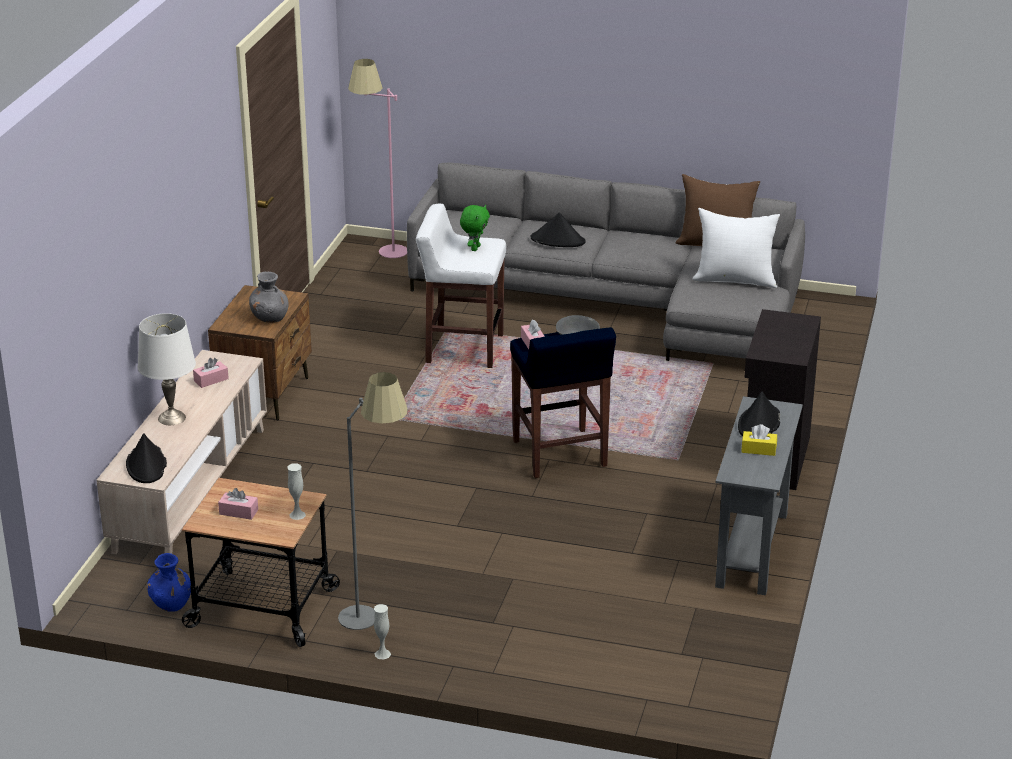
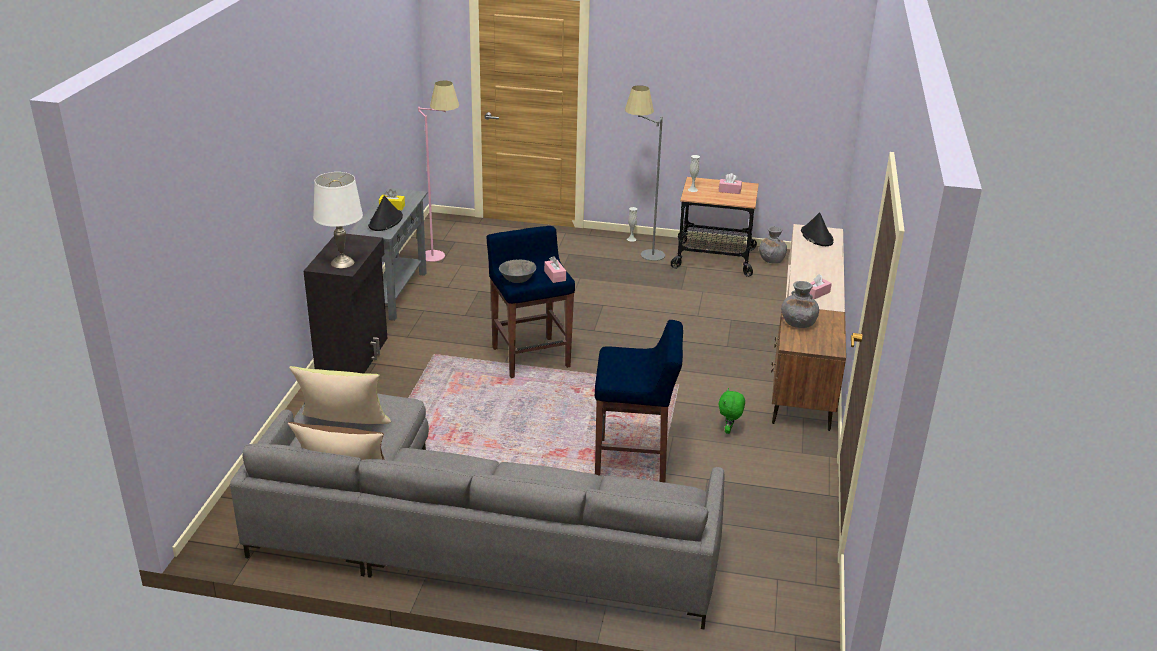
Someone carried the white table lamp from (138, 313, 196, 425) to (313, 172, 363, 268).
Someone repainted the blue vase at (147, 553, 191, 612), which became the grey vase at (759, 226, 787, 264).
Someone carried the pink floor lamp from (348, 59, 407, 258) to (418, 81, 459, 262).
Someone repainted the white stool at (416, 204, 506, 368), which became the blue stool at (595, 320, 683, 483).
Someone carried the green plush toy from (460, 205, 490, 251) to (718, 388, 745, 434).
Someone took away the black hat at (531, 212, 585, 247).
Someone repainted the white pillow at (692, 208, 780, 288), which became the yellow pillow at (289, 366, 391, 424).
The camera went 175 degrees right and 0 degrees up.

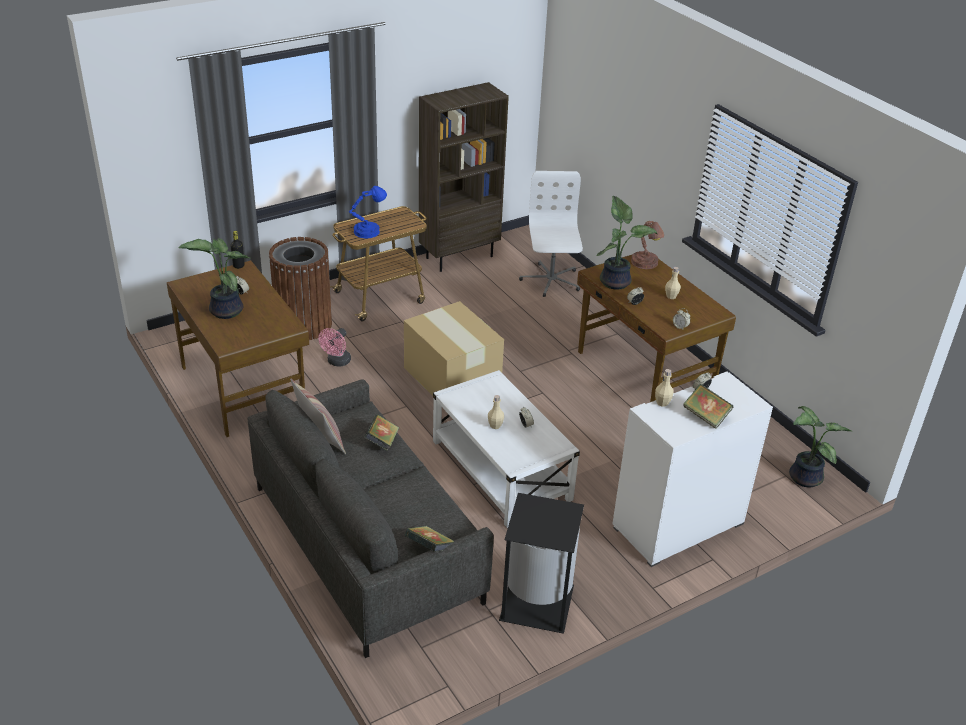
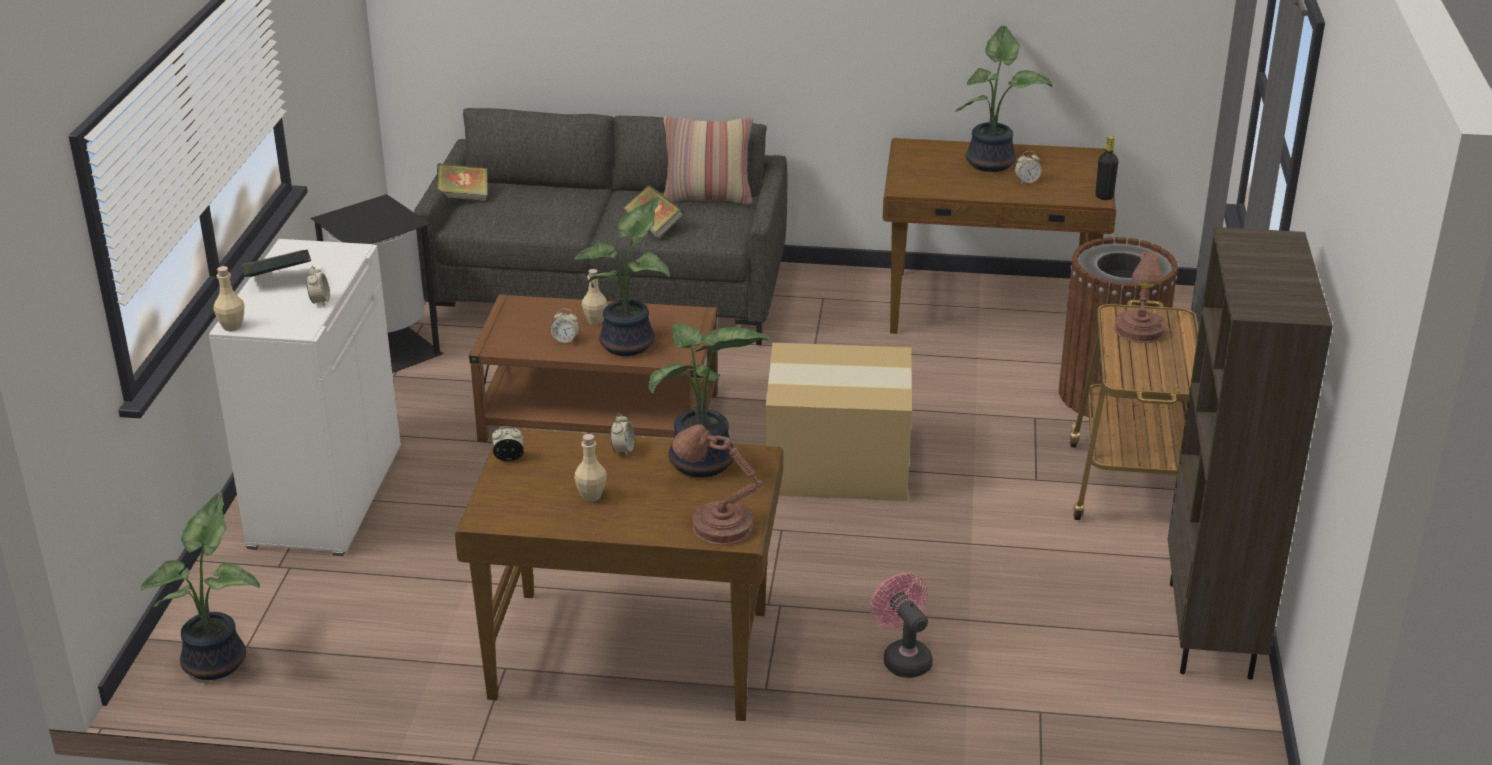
Someone carried the pink fan from (318, 328, 351, 367) to (870, 573, 933, 678).
Someone repainted the blue table lamp at (349, 186, 387, 239), which became the brown table lamp at (1114, 251, 1166, 343).
Someone repainted the white coffee table at (433, 370, 580, 528), which became the brown coffee table at (469, 294, 718, 442).
Someone took away the white office chair at (519, 171, 583, 297).
Someone carried the beige bottle from (655, 369, 674, 407) to (214, 266, 244, 331).
Someone put down the potted plant at (575, 197, 670, 356).
The camera went 130 degrees right and 5 degrees down.

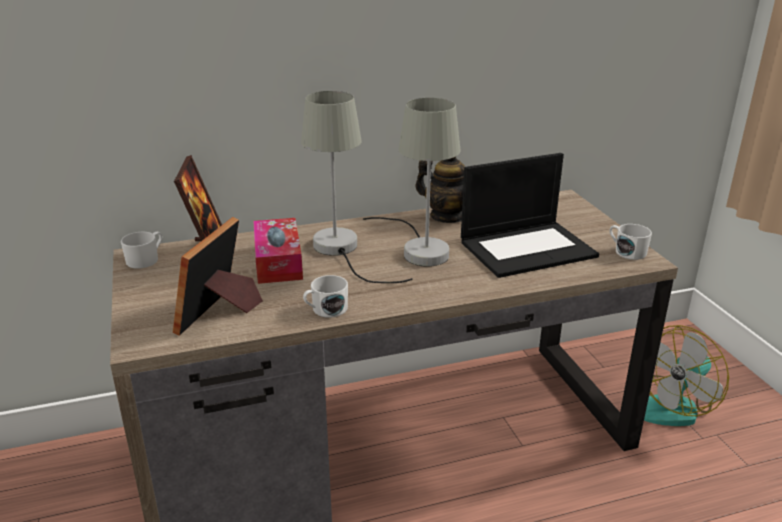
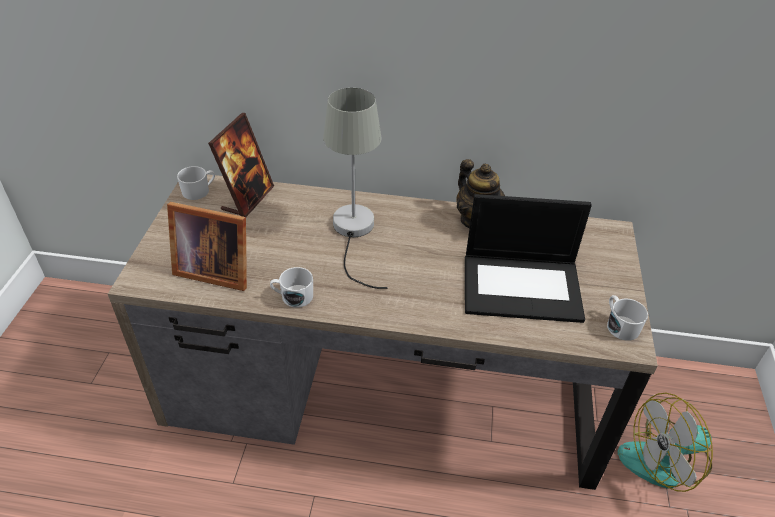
Someone rotated the picture frame at (173, 217, 263, 336) by 120 degrees counterclockwise.
Someone took away the tissue box at (253, 218, 303, 284).
Someone took away the grey table lamp at (363, 98, 460, 267).
The camera went 25 degrees right and 15 degrees up.

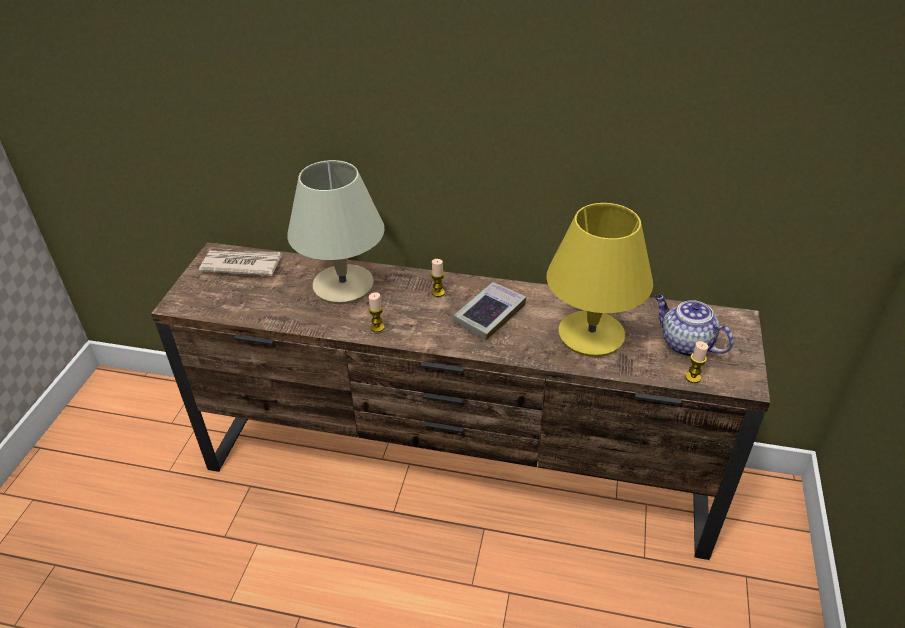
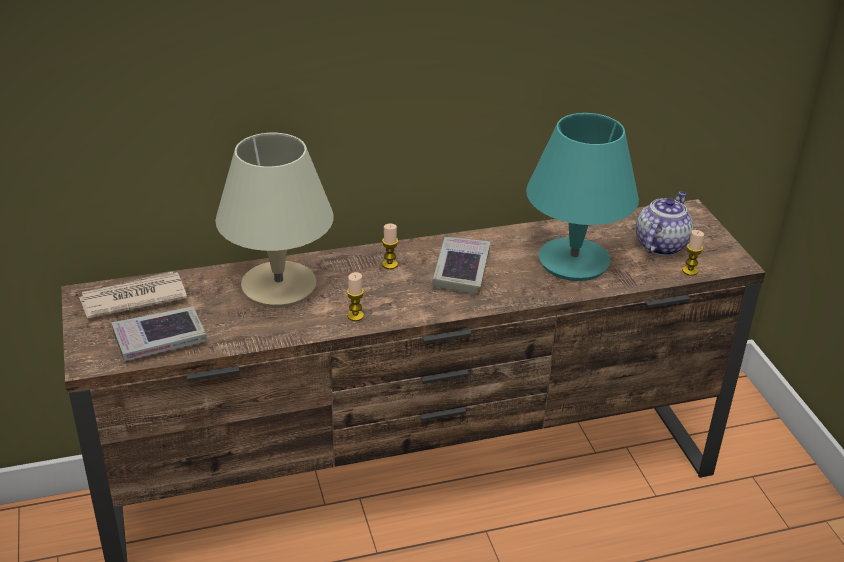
Someone repainted the yellow table lamp at (546, 203, 653, 357), which became the turquoise table lamp at (526, 113, 639, 281).
Someone rotated the teapot at (655, 295, 734, 357) by 105 degrees clockwise.
Someone put down the book at (111, 307, 207, 361).
The camera went 30 degrees left and 5 degrees down.

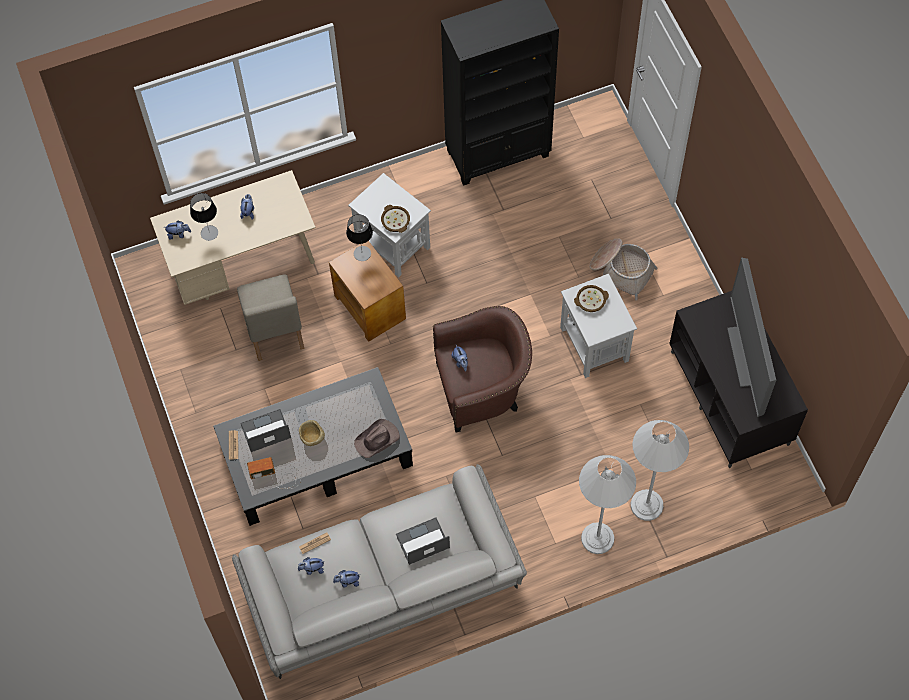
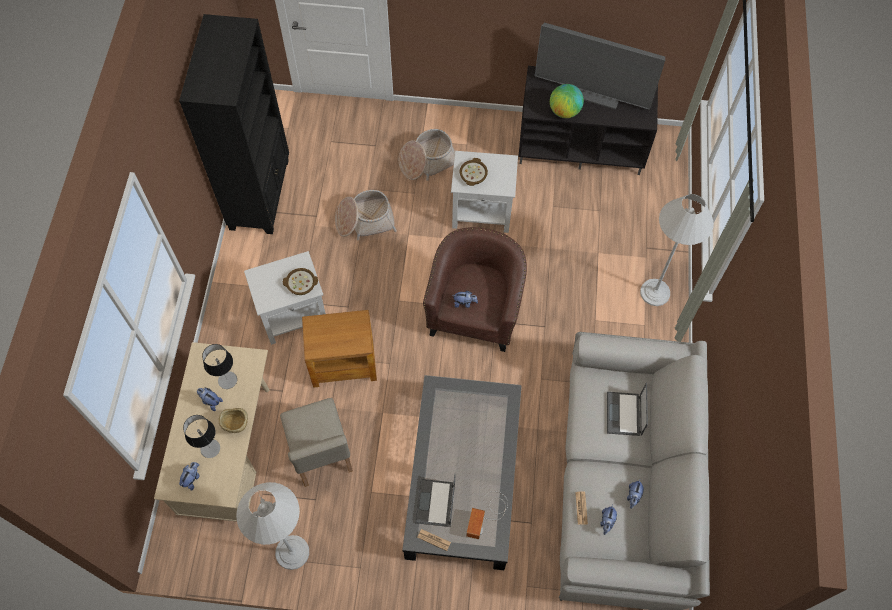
Someone rotated the beige chair at (237, 274, 304, 361) by 60 degrees clockwise.
Someone carried the beige bowl from (299, 420, 325, 446) to (219, 408, 248, 433).
Someone carried the table lamp from (346, 214, 373, 261) to (202, 344, 237, 389).
Someone took away the brown hat at (354, 419, 400, 458).
Someone carried the white floor lamp from (631, 420, 689, 521) to (236, 482, 309, 570).
Someone put down the basket at (335, 190, 397, 241).
Someone put down the globe at (550, 84, 584, 118).
The camera went 65 degrees left and 0 degrees up.

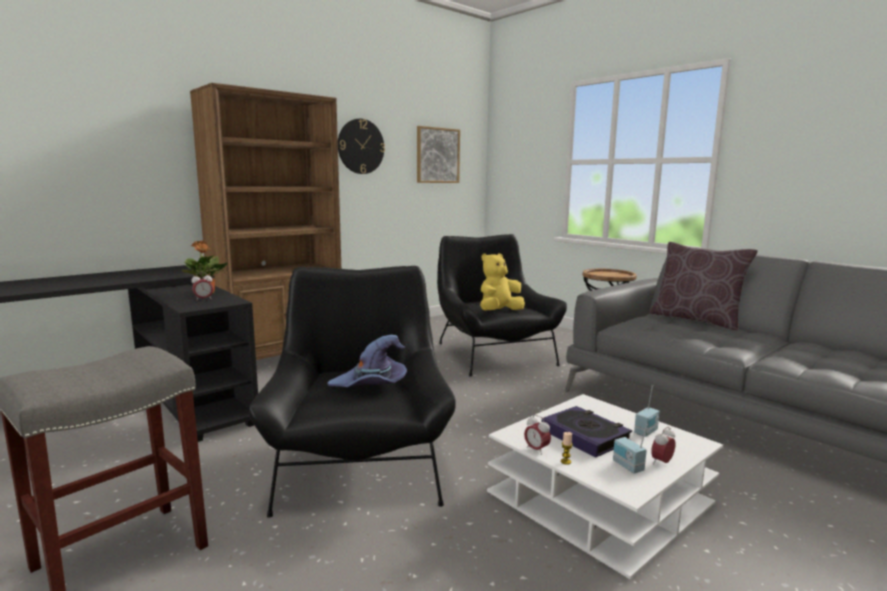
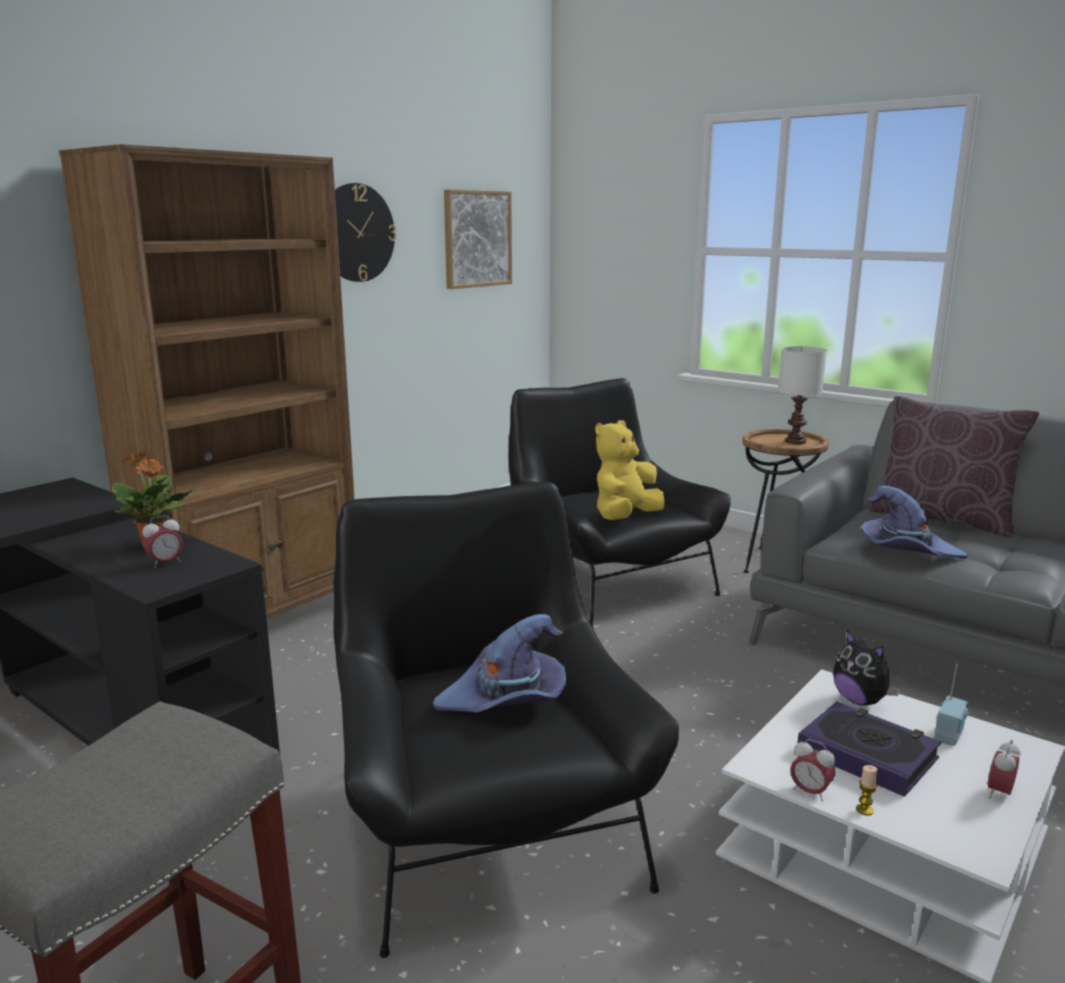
Someone took away the radio at (613, 424, 648, 474).
Someone put down the white table lamp at (778, 346, 827, 444).
Someone put down the plush toy at (833, 630, 900, 706).
Someone put down the purple hat at (861, 486, 968, 559).
The camera went 10 degrees left and 5 degrees up.

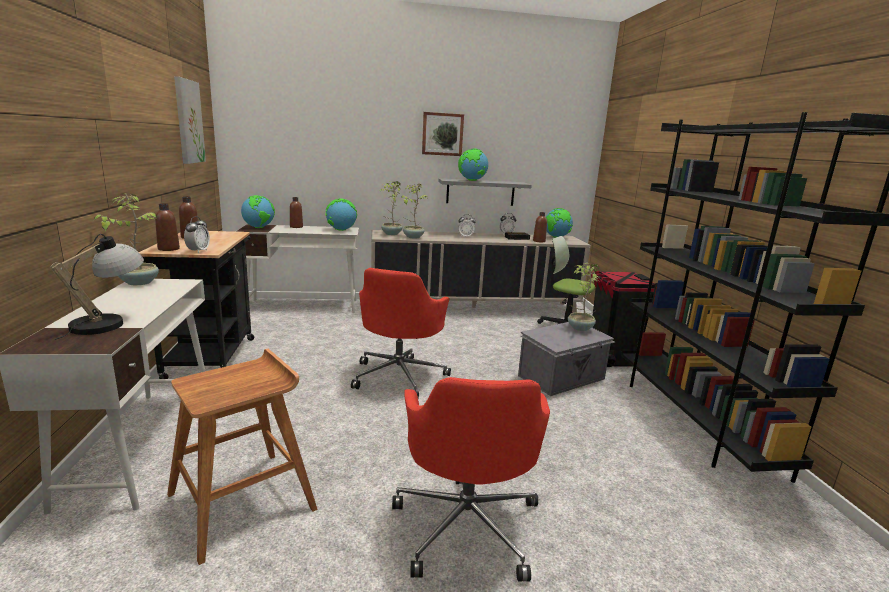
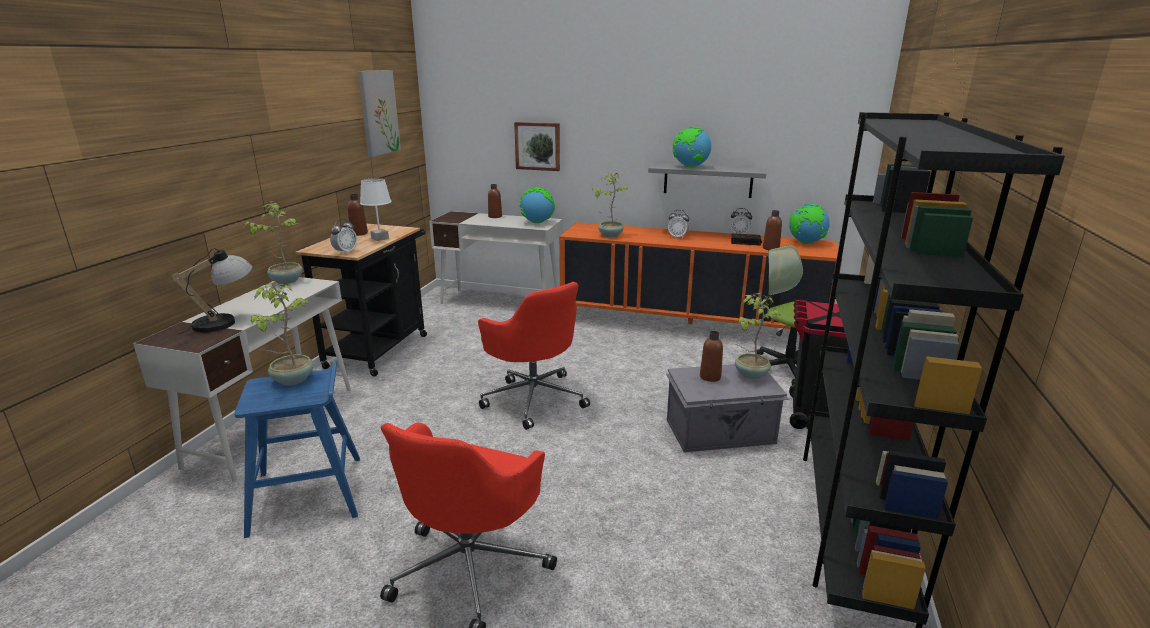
Someone carried the brown bottle from (155, 203, 180, 251) to (700, 331, 723, 382).
Someone repainted the brown stool at (167, 349, 318, 565), which became the blue stool at (234, 361, 360, 538).
Someone took away the globe at (241, 195, 275, 228).
Someone rotated the red office chair at (351, 268, 451, 398) by 75 degrees counterclockwise.
Someone repainted the beige cabinet at (371, 230, 591, 313), which became the orange cabinet at (559, 222, 842, 329).
Someone carried the potted plant from (381, 181, 402, 235) to (251, 282, 314, 386).
Someone carried the picture from (422, 112, 464, 156) to (514, 122, 560, 171).
Someone put down the white table lamp at (360, 178, 391, 241).
The camera went 25 degrees right and 5 degrees up.

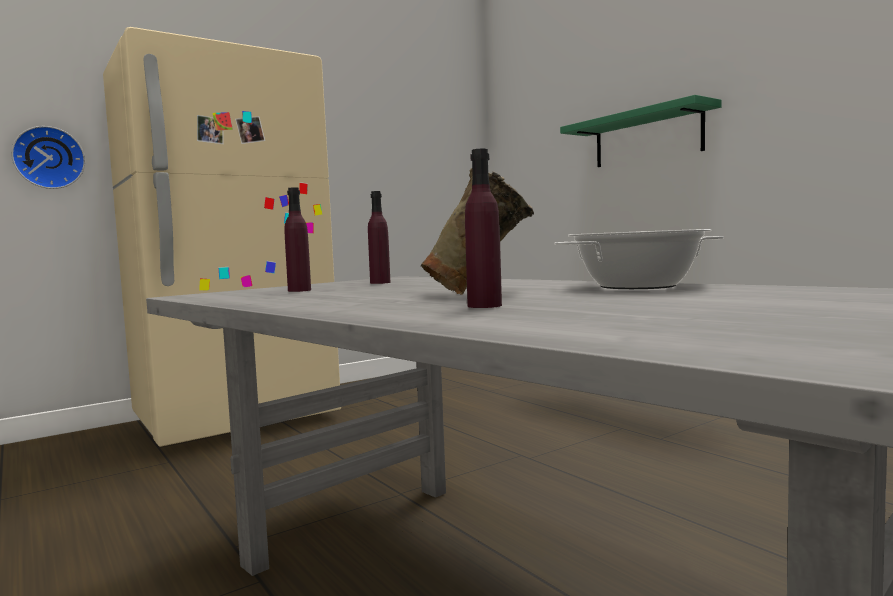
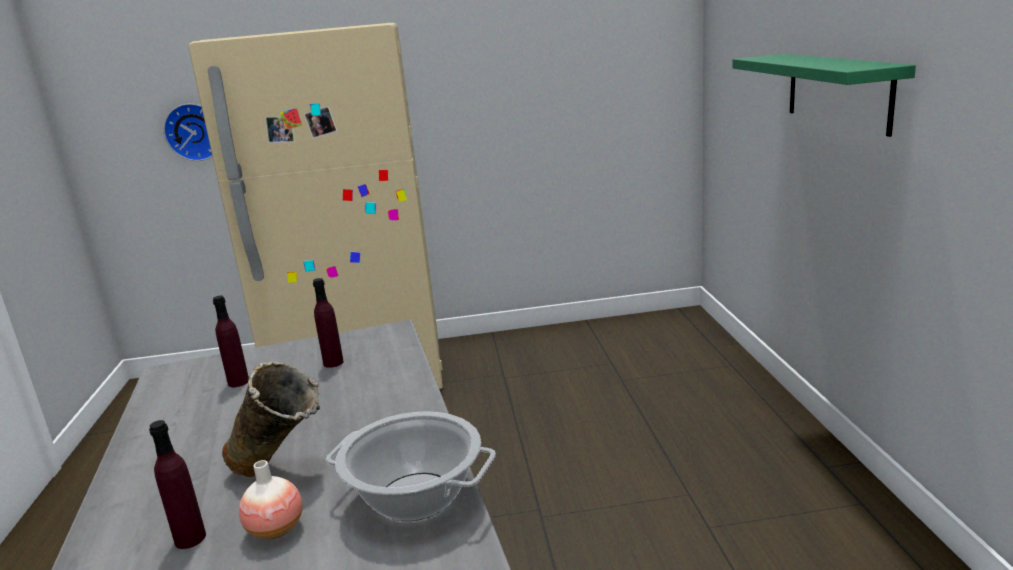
Someone put down the vase at (239, 460, 303, 539).
The camera went 30 degrees right and 15 degrees up.

